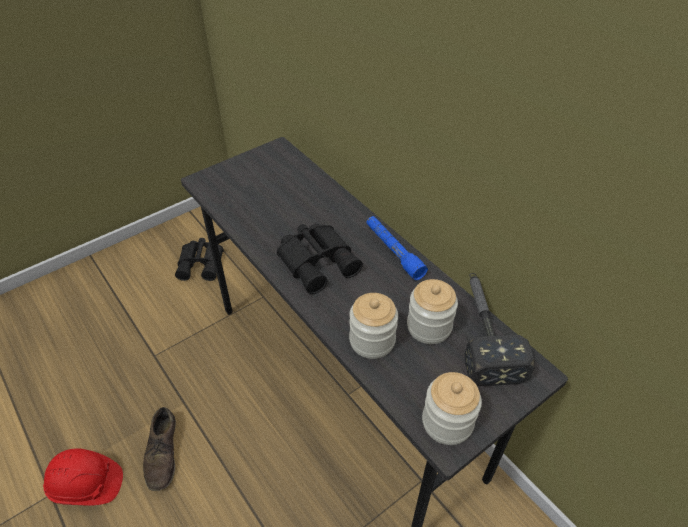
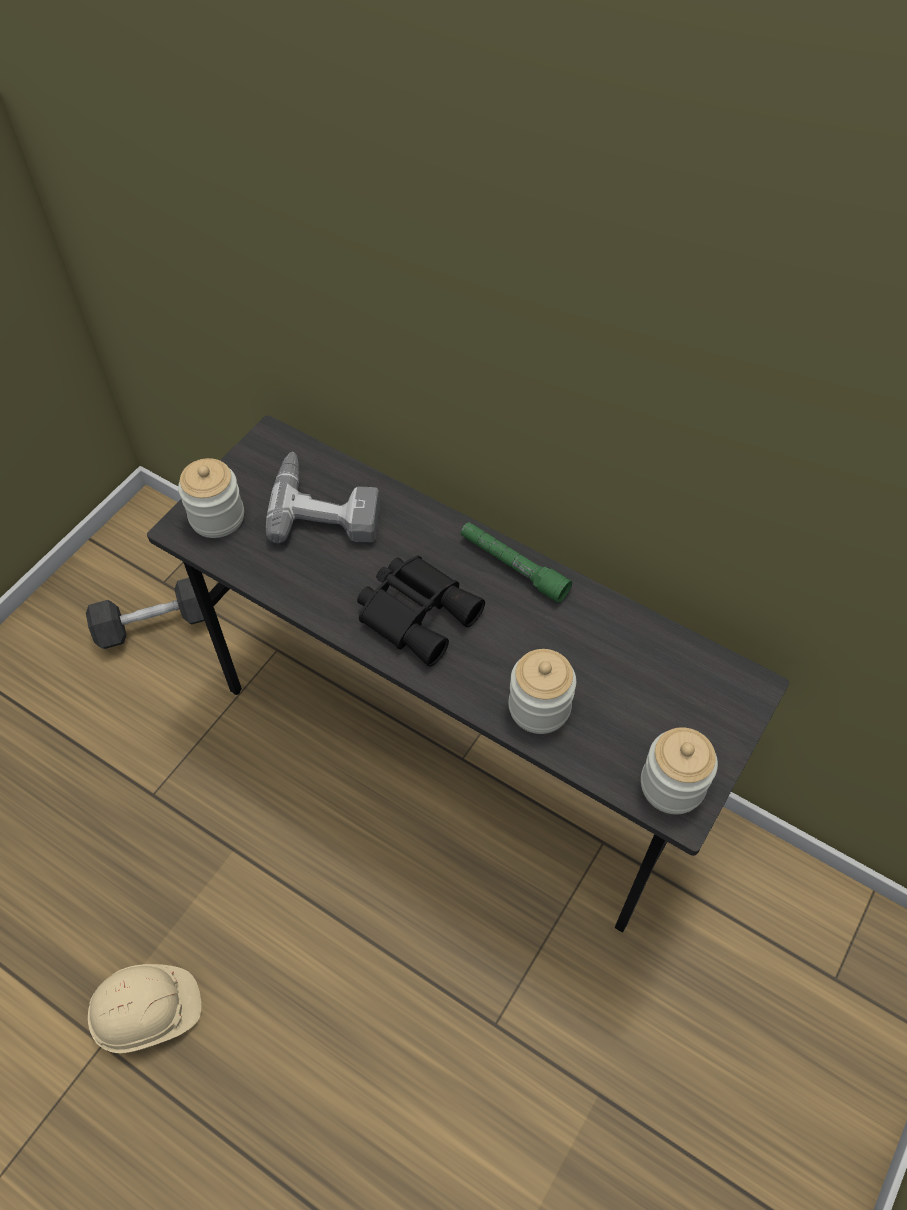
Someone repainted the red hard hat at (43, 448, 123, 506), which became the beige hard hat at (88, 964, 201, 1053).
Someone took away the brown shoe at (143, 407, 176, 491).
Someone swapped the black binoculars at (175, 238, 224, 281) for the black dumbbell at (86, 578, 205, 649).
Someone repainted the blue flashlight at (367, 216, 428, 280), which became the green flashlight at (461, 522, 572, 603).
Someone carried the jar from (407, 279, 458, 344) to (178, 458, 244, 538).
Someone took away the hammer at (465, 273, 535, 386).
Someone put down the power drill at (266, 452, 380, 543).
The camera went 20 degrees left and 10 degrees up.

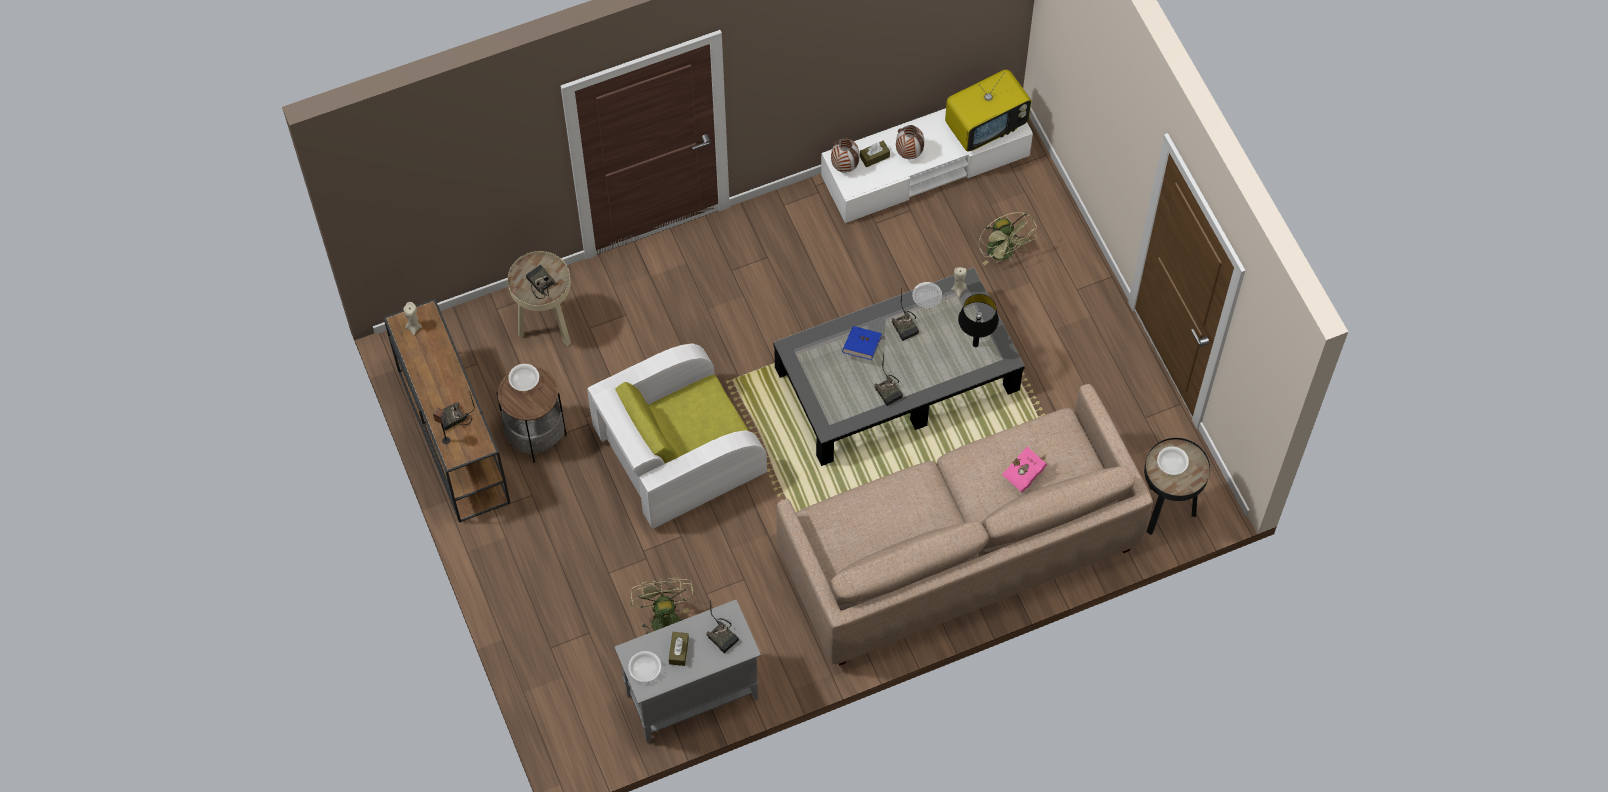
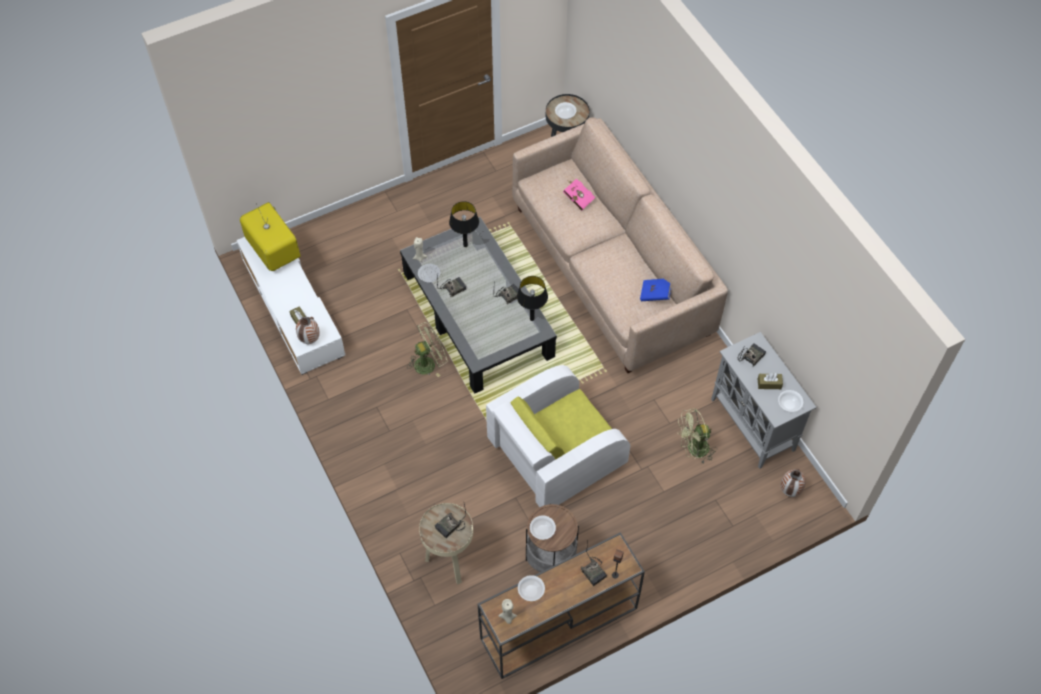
Someone rotated the white armchair at (587, 343, 767, 529) by 90 degrees clockwise.
Someone carried the blue book from (842, 326, 882, 360) to (640, 279, 671, 301).
Someone carried the vase from (896, 125, 924, 159) to (780, 469, 806, 497).
Someone carried the green fan from (978, 212, 1037, 266) to (407, 322, 448, 377).
Someone put down the black table lamp at (517, 276, 548, 321).
Someone put down the bowl at (518, 575, 545, 601).
The camera went 95 degrees left and 5 degrees down.

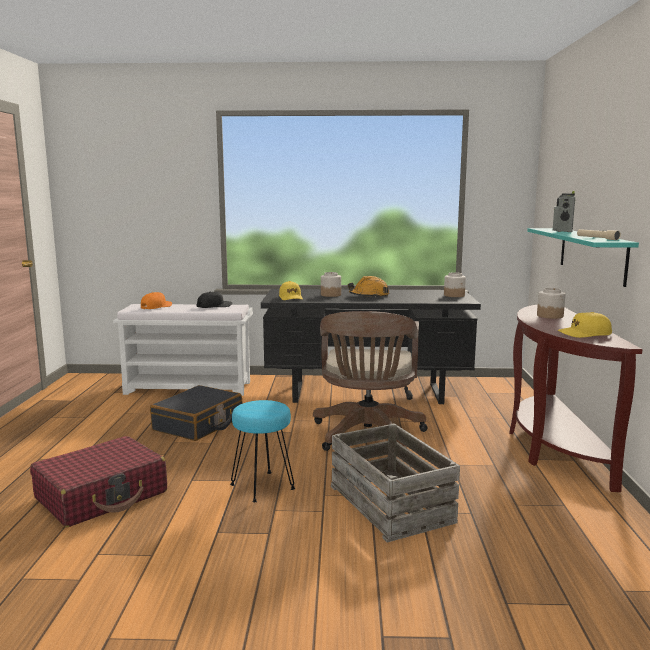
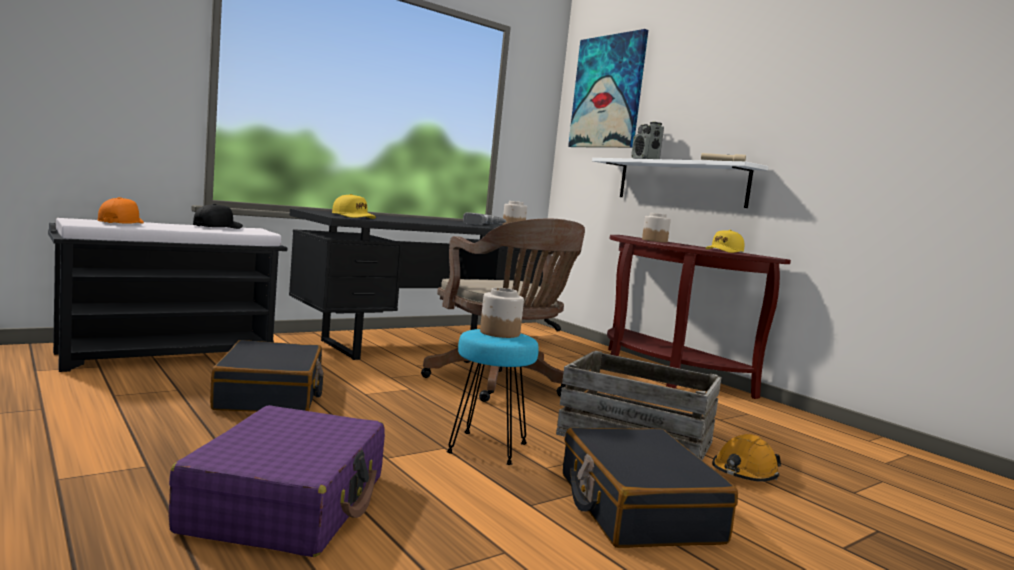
Someone repainted the red suitcase at (30, 436, 167, 527), which became the purple suitcase at (169, 405, 385, 557).
Someone repainted the white bench at (113, 304, 253, 396), which became the black bench at (48, 218, 288, 372).
Someone carried the jar from (321, 272, 341, 297) to (480, 288, 524, 338).
Someone carried the orange hard hat from (348, 276, 389, 298) to (712, 434, 781, 482).
Someone repainted the turquoise shelf at (527, 228, 639, 287), which became the white shelf at (592, 158, 768, 208).
Someone put down the power drill at (463, 212, 507, 225).
Someone put down the black suitcase at (563, 428, 738, 548).
Someone put up the picture at (568, 29, 648, 148).
The camera went 40 degrees left and 5 degrees down.

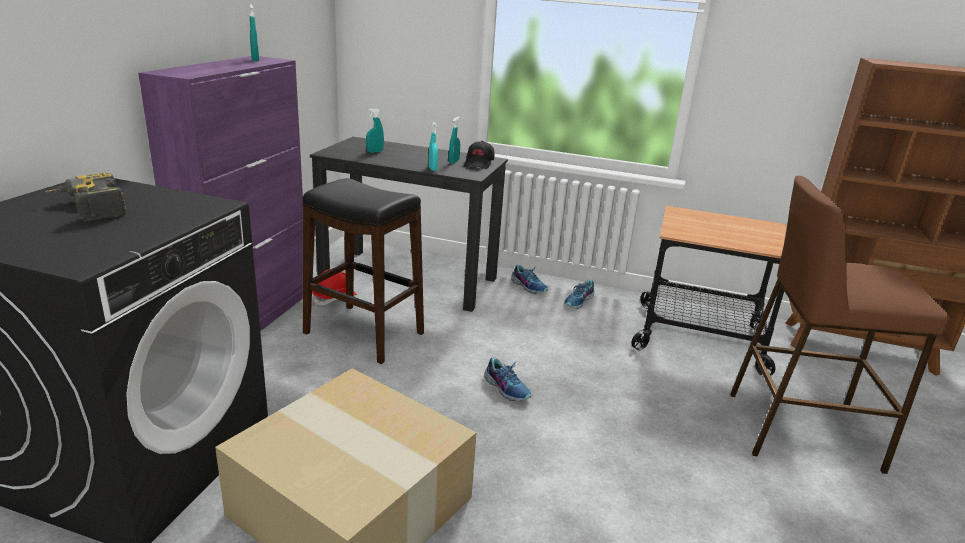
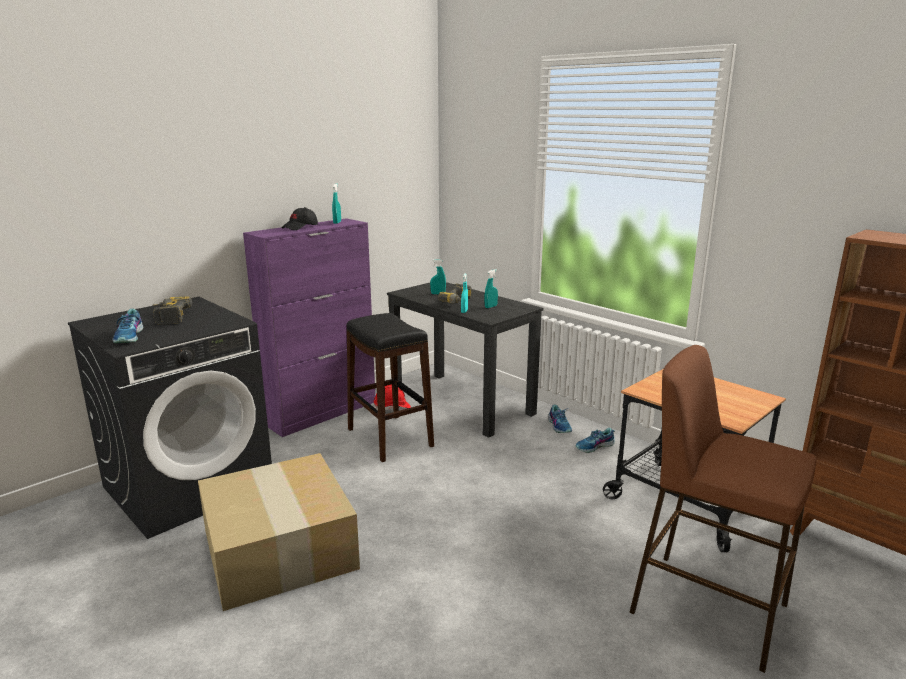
Someone carried the black cap from (464, 141, 495, 169) to (282, 207, 318, 230).
Someone carried the shoe from (484, 358, 531, 401) to (113, 309, 143, 343).
Someone put down the power drill at (438, 284, 472, 303).
The camera went 30 degrees right and 5 degrees down.

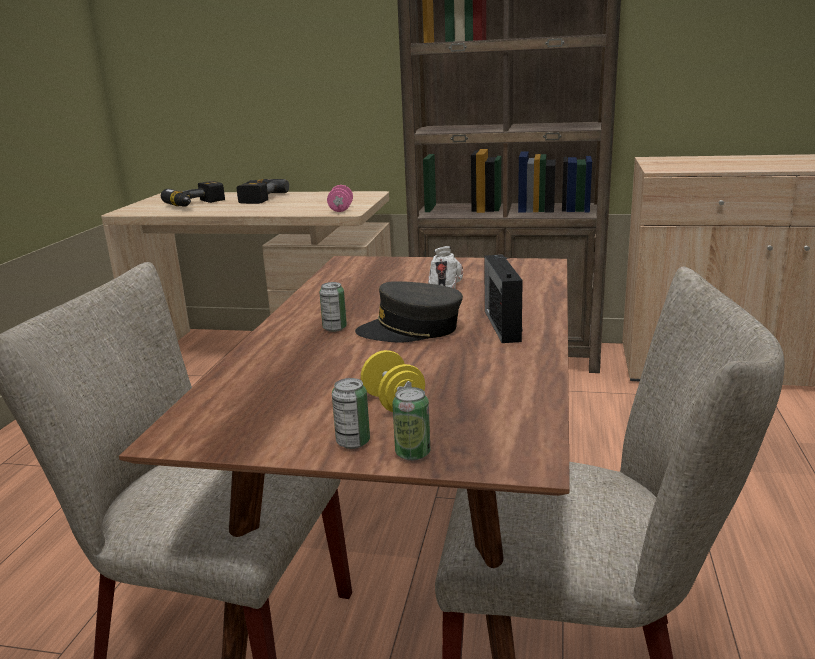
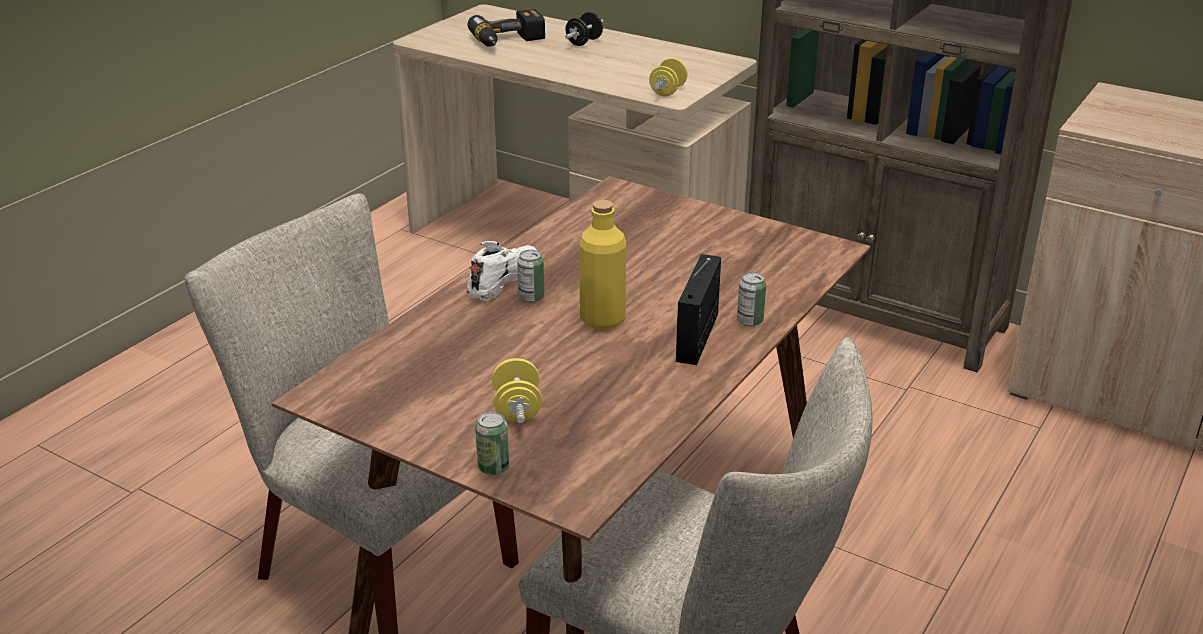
Someone swapped the power drill at (237, 179, 289, 204) for the black dumbbell at (565, 12, 604, 46).
Someone repainted the pink dumbbell at (327, 185, 353, 212), which became the yellow dumbbell at (649, 58, 688, 96).
Someone carried the can from (332, 378, 370, 449) to (737, 272, 766, 326).
Someone swapped the grey cap at (355, 281, 463, 343) for the yellow bottle at (579, 200, 626, 329).
Someone carried the white shoe from (428, 246, 463, 289) to (467, 241, 537, 301).
The camera went 20 degrees right and 10 degrees up.

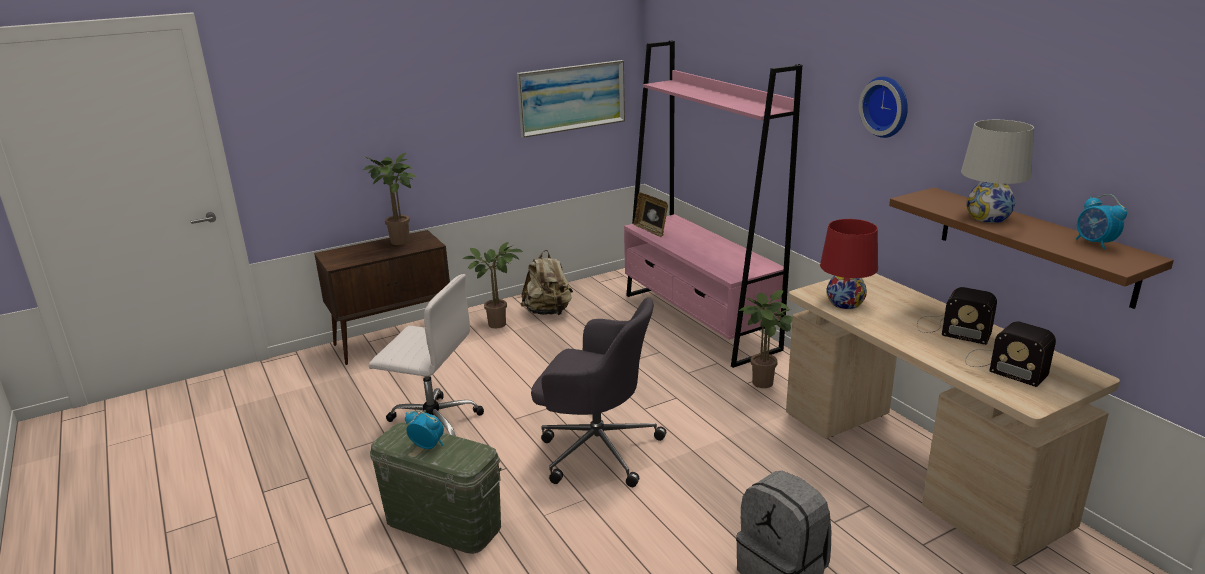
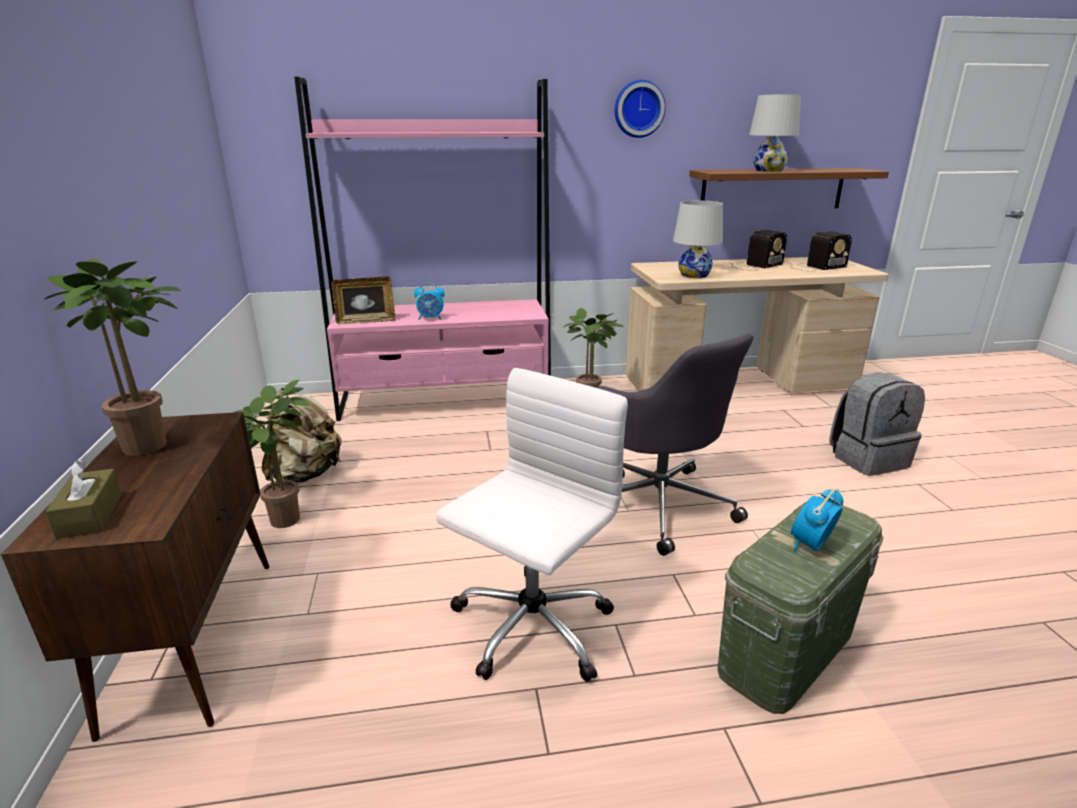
Someone took away the picture at (517, 60, 625, 138).
Someone rotated the grey office chair at (531, 297, 666, 487) by 105 degrees clockwise.
Someone repainted the red table lamp at (820, 219, 878, 309), which became the white table lamp at (673, 200, 723, 278).
Someone carried the alarm clock from (1076, 194, 1127, 249) to (414, 282, 445, 320).
Someone put down the brown tissue box at (45, 460, 122, 539).
The camera went 70 degrees left and 0 degrees up.

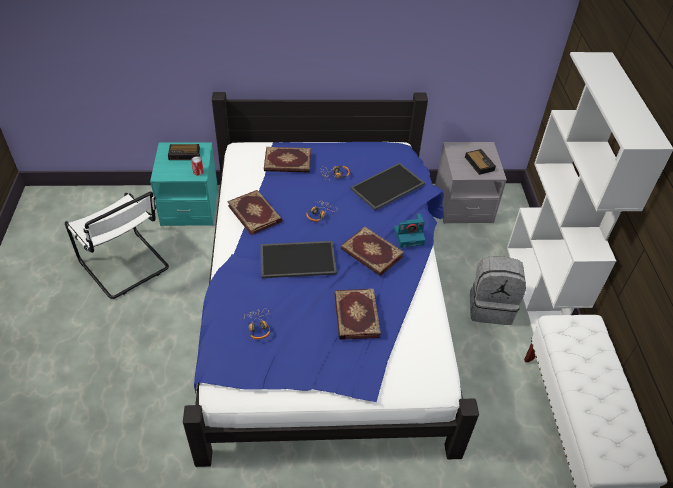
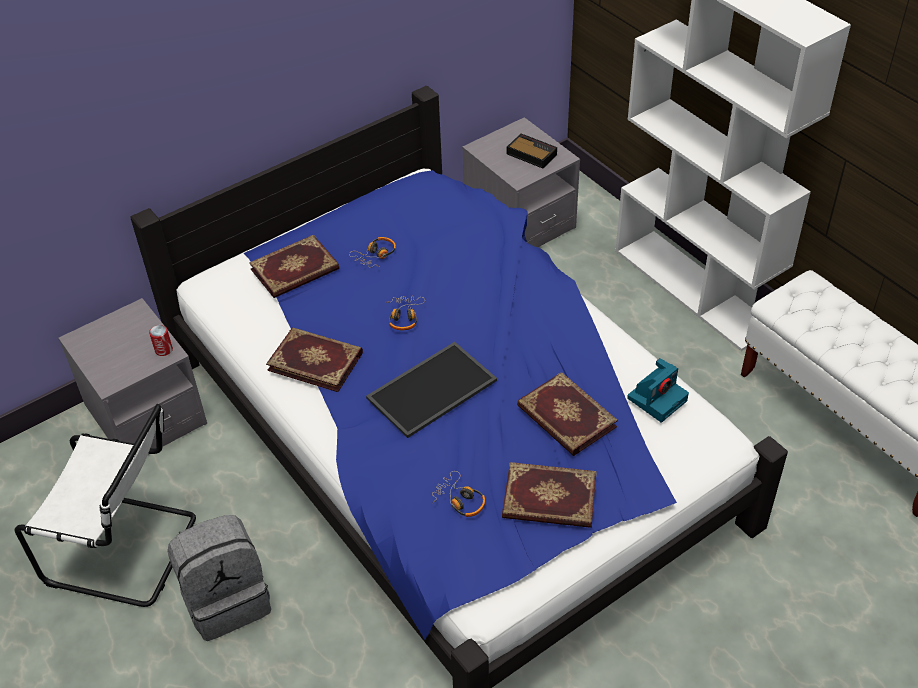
Someone repainted the turquoise nightstand at (150, 142, 218, 226), which became the grey nightstand at (59, 298, 207, 448).
Someone took away the alarm clock at (168, 144, 200, 160).
Someone carried the book from (341, 227, 404, 276) to (502, 462, 597, 528).
Someone took away the tray at (350, 163, 425, 211).
Someone carried the photo camera from (394, 213, 425, 248) to (627, 358, 689, 422).
Someone carried the grey backpack from (470, 257, 526, 325) to (167, 515, 271, 641).
The camera went 30 degrees left and 0 degrees up.

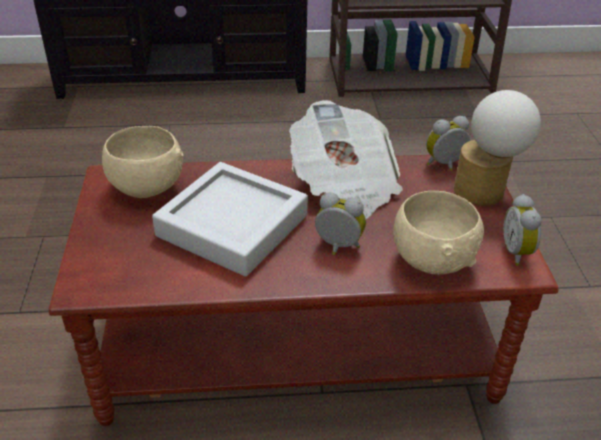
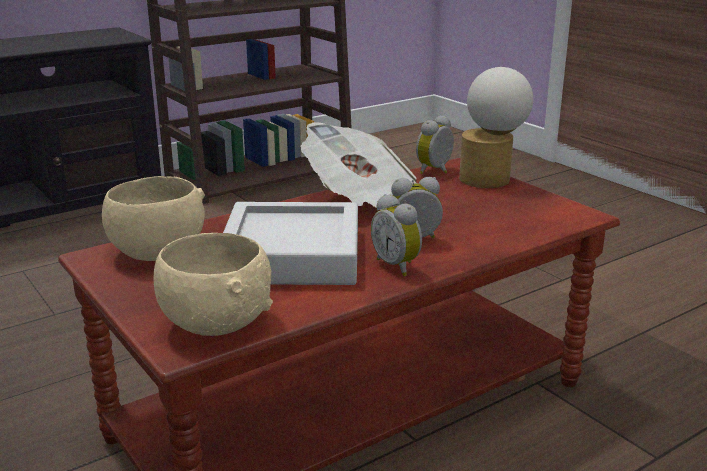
Someone carried the beige bowl from (393, 191, 484, 275) to (153, 233, 273, 336).
Someone carried the alarm clock from (503, 194, 542, 266) to (371, 194, 422, 277).
The camera went 30 degrees left and 15 degrees down.

